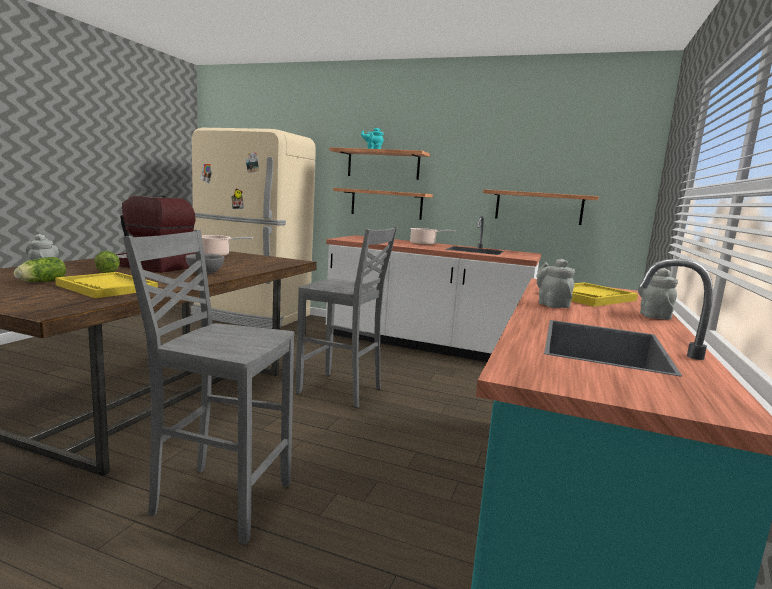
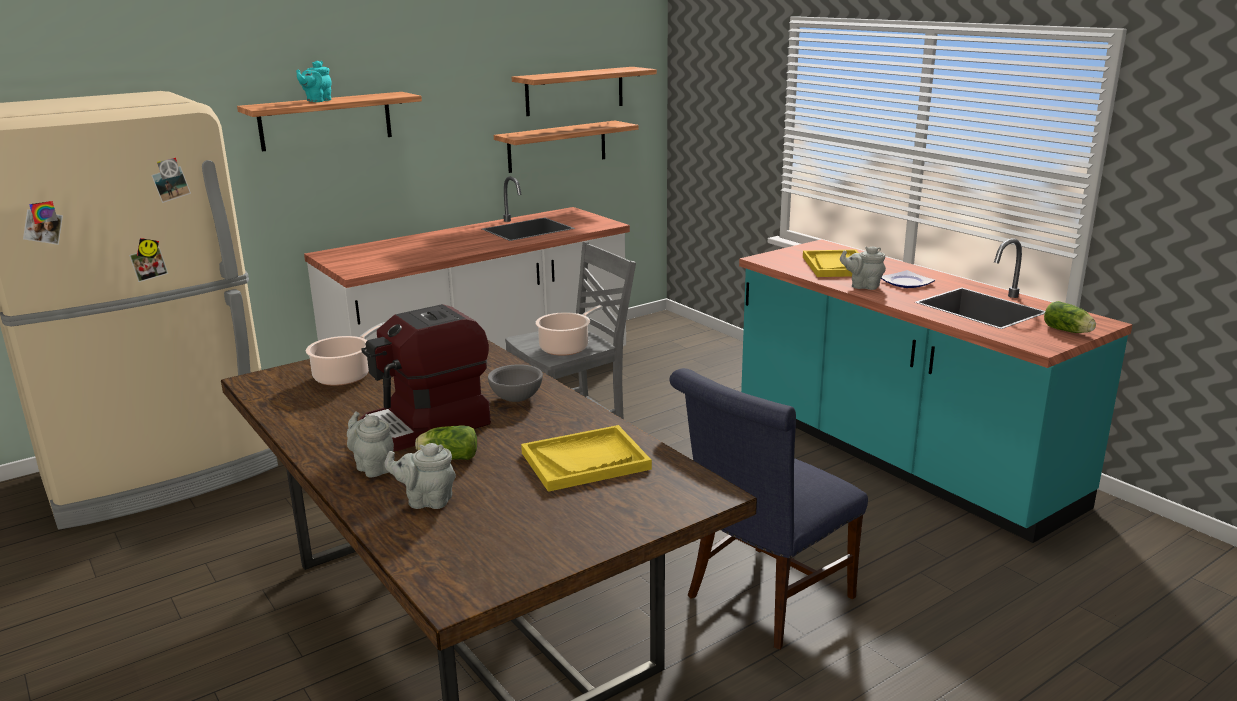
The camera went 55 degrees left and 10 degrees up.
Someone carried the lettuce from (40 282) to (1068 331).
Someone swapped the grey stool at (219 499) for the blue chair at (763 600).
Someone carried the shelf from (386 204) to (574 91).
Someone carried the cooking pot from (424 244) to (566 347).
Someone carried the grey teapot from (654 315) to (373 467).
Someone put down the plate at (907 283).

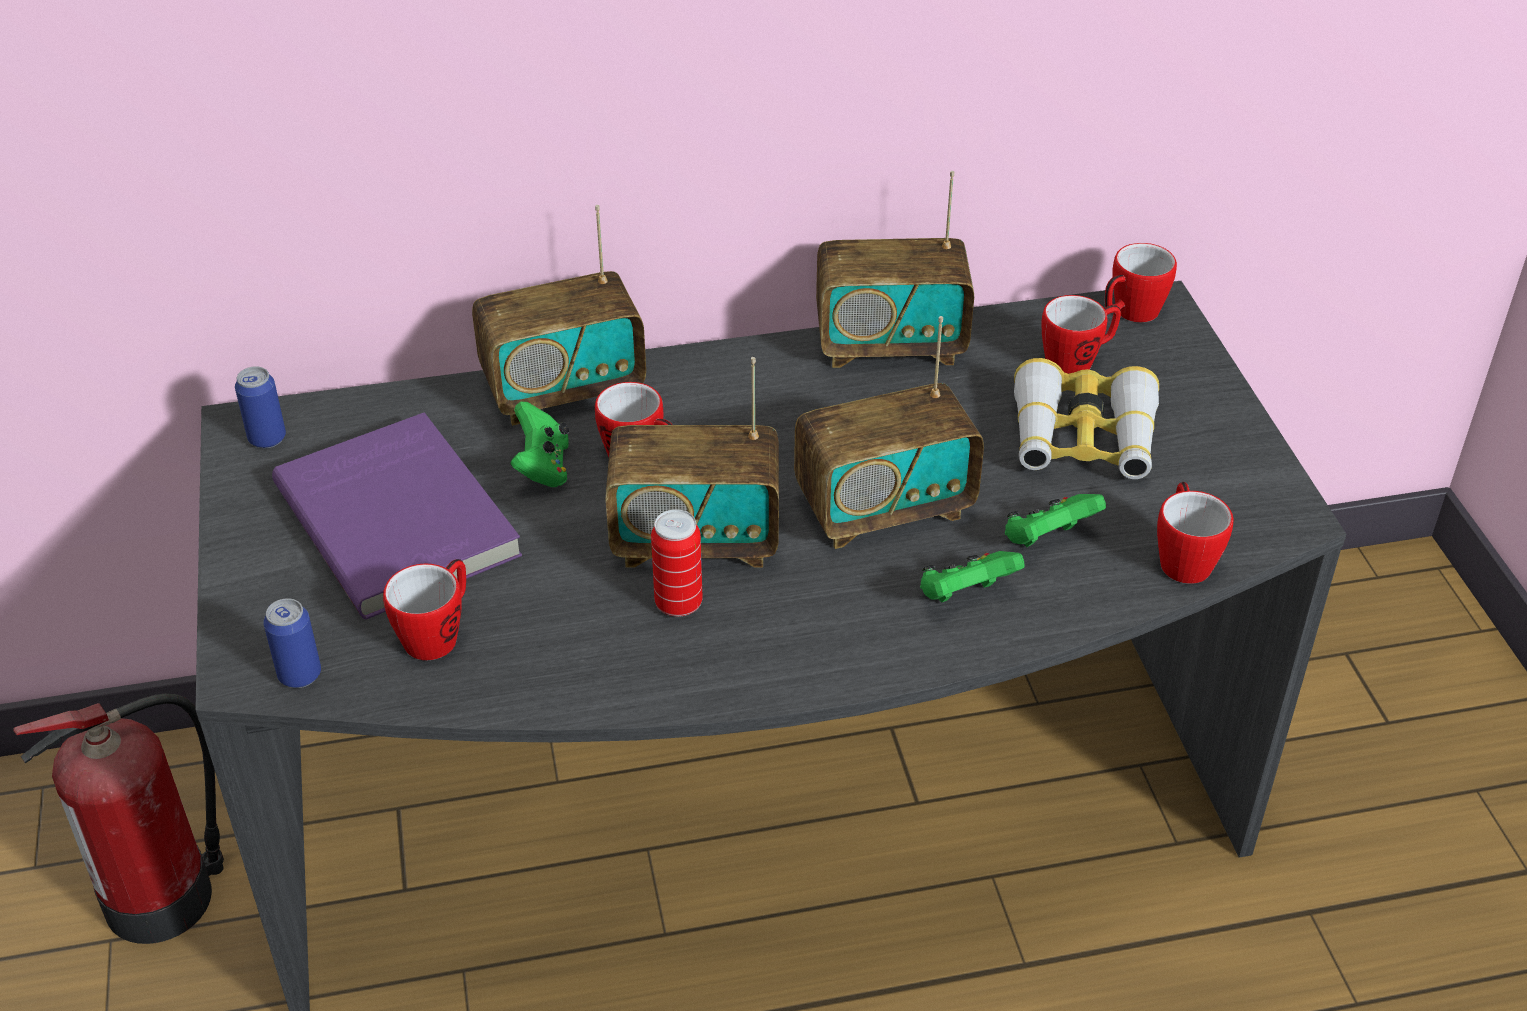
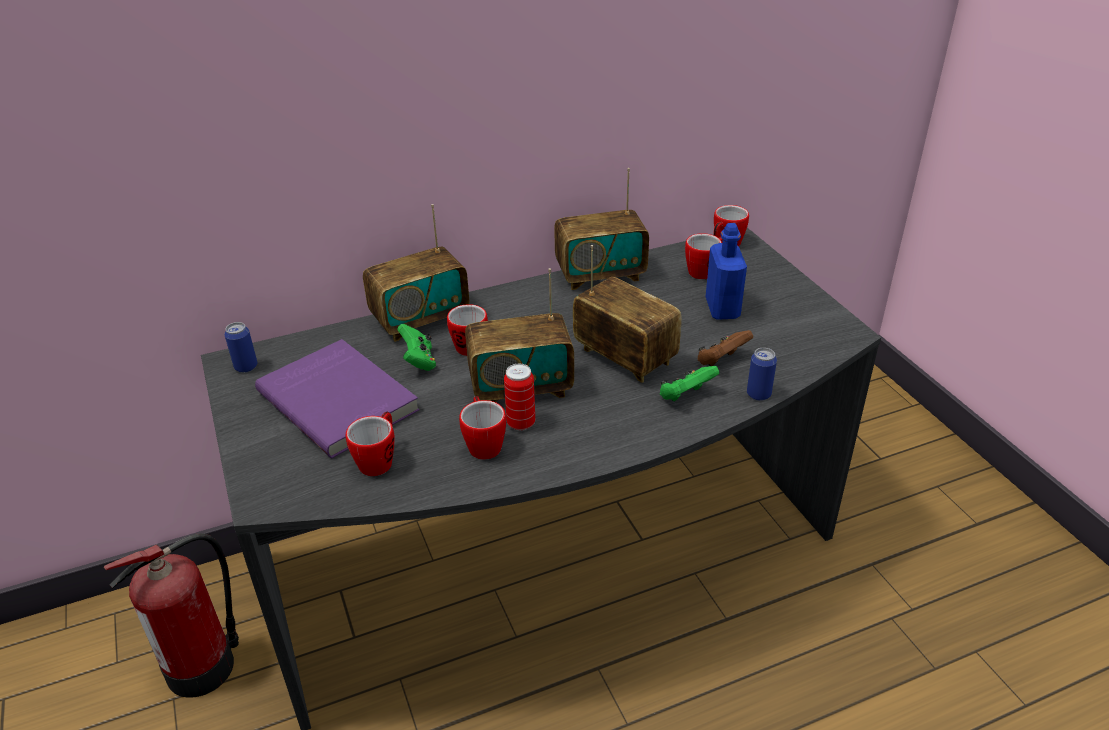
The camera went 10 degrees left and 5 degrees down.
Someone carried the can from (300 675) to (758 394).
Someone rotated the radio at (884 509) by 105 degrees counterclockwise.
Someone repainted the green game controller at (1048 539), which became the brown game controller at (721 361).
Someone swapped the binoculars at (1082 439) for the blue bottle at (722 308).
Someone carried the mug from (1182 558) to (483 444).

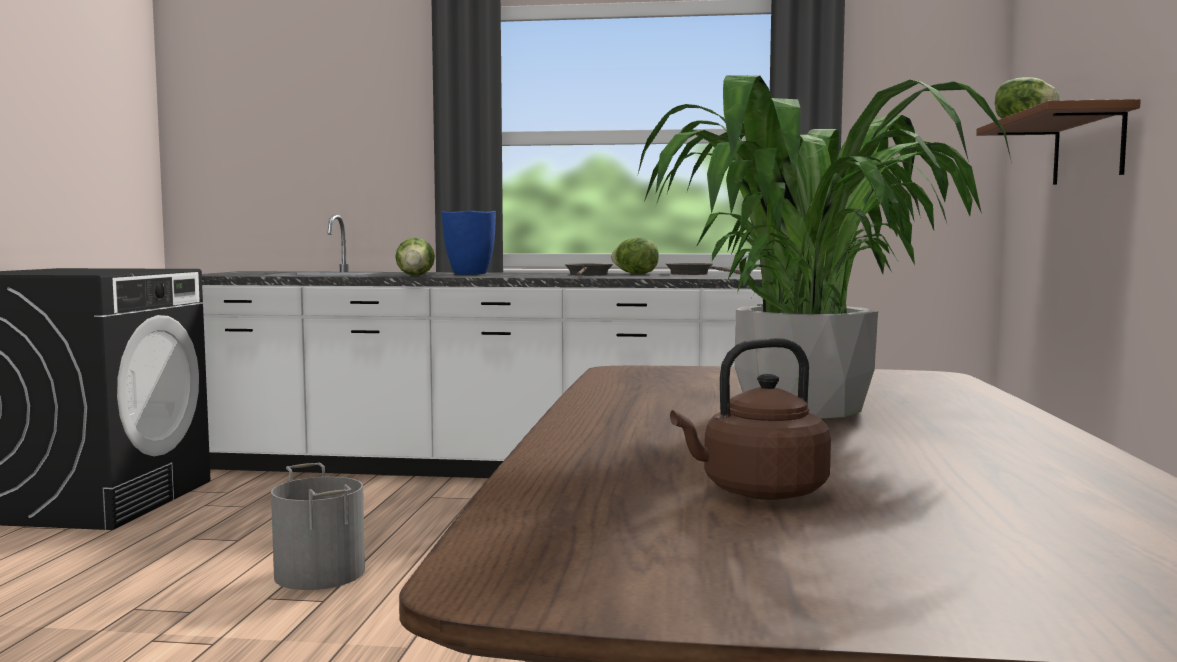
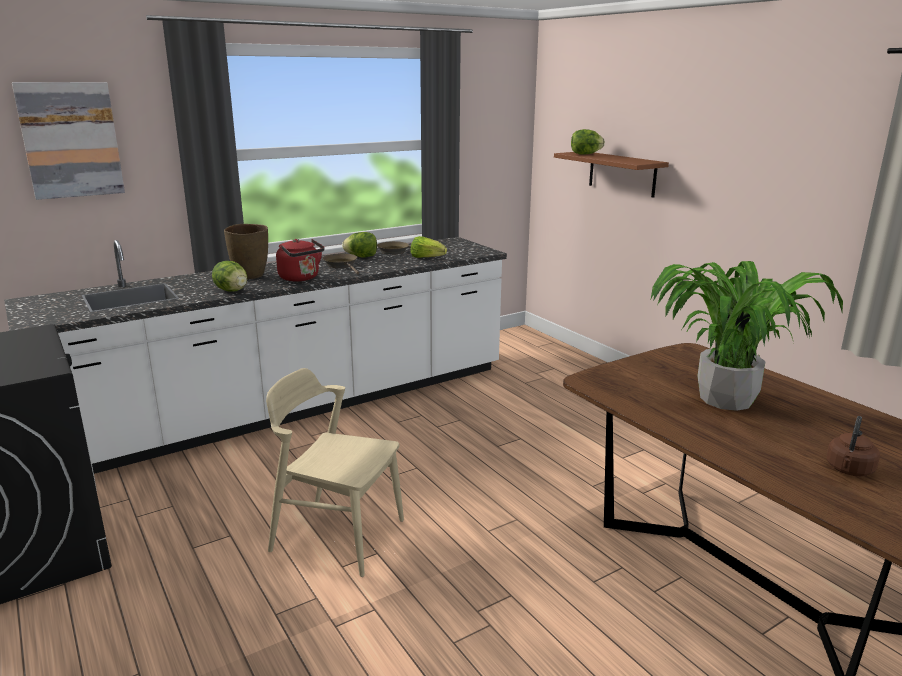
The camera went 40 degrees left and 15 degrees up.
Someone swapped the grey bucket at (321 573) for the beige chair at (337 535).
Someone repainted the blue vase at (470 274), which became the brown vase at (250 276).
Someone put up the picture at (71 140).
Someone put down the red kettle at (301 278).
Someone put down the lettuce at (426 258).

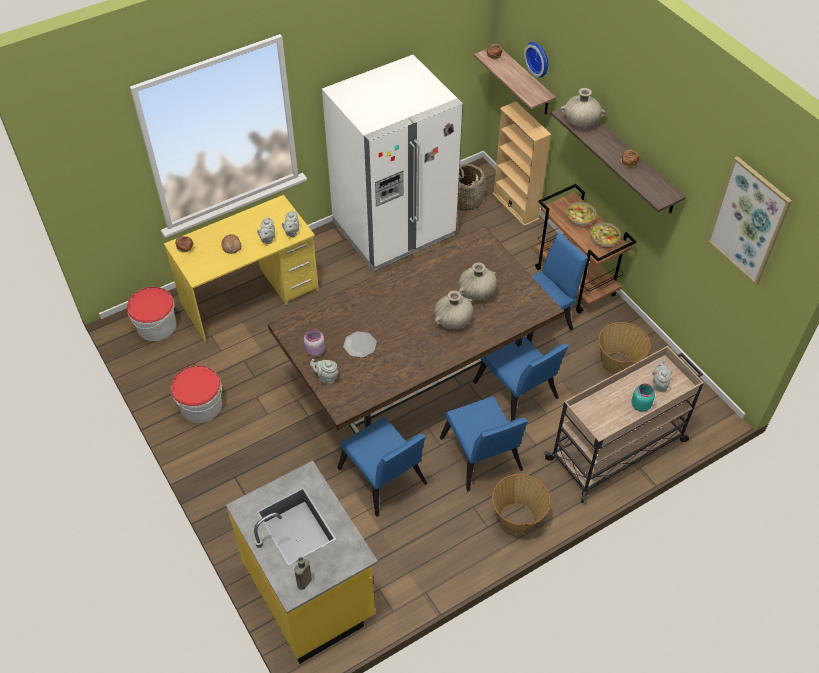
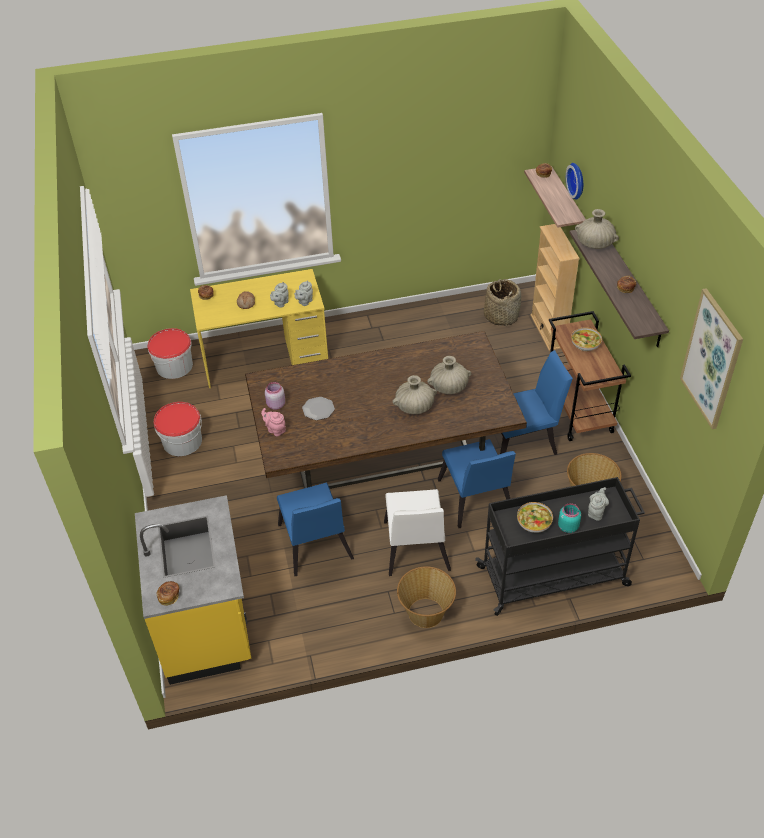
The camera went 20 degrees right and 5 degrees down.
Someone swapped the brown bottle at (303 583) for the bread at (169 596).
Someone repainted the grey teapot at (326 377), which became the pink teapot at (275 430).
Someone took away the white fridge at (394 229).
Someone repainted the blue chair at (482 459), which became the white chair at (415 550).
Someone repainted the beige cart at (618 449), which became the black cart at (554 576).
Someone carried the bowl from (604 239) to (534 523).

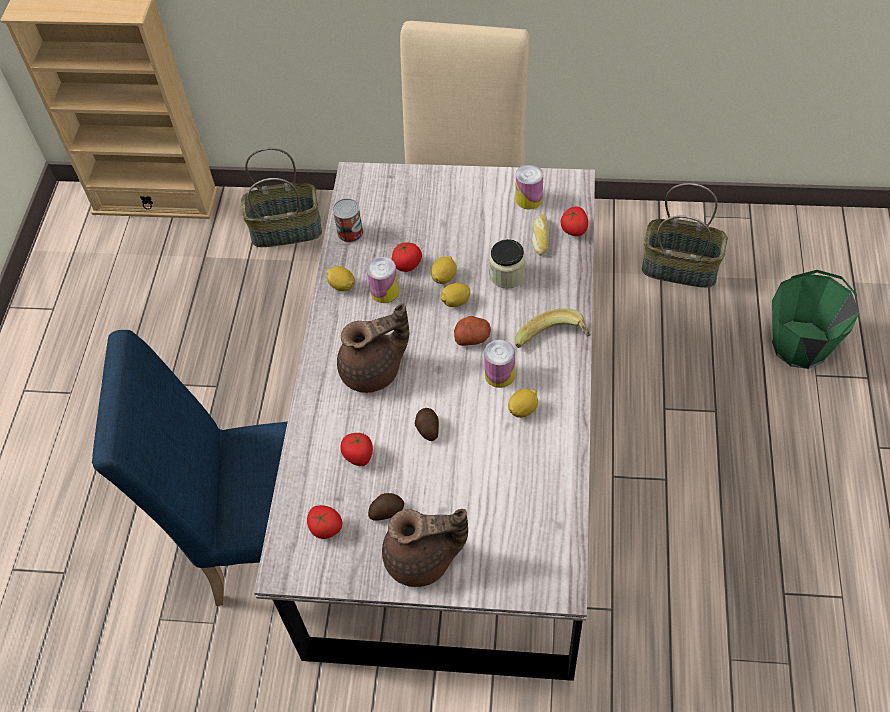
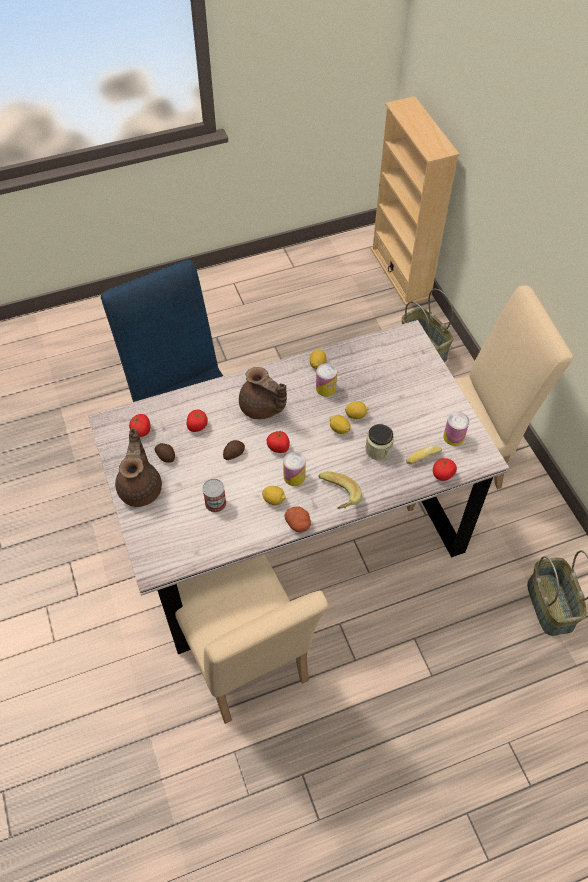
The camera went 60 degrees right and 0 degrees up.
Someone carried the can from (350 232) to (215 503).
Someone rotated the brown teapot at (422 559) by 150 degrees counterclockwise.
Someone carried the tomato from (407 264) to (279 447).
Someone carried the potato from (472 337) to (298 523).
Someone took away the green bucket at (801 345).
Someone put down the beige chair at (246 663).

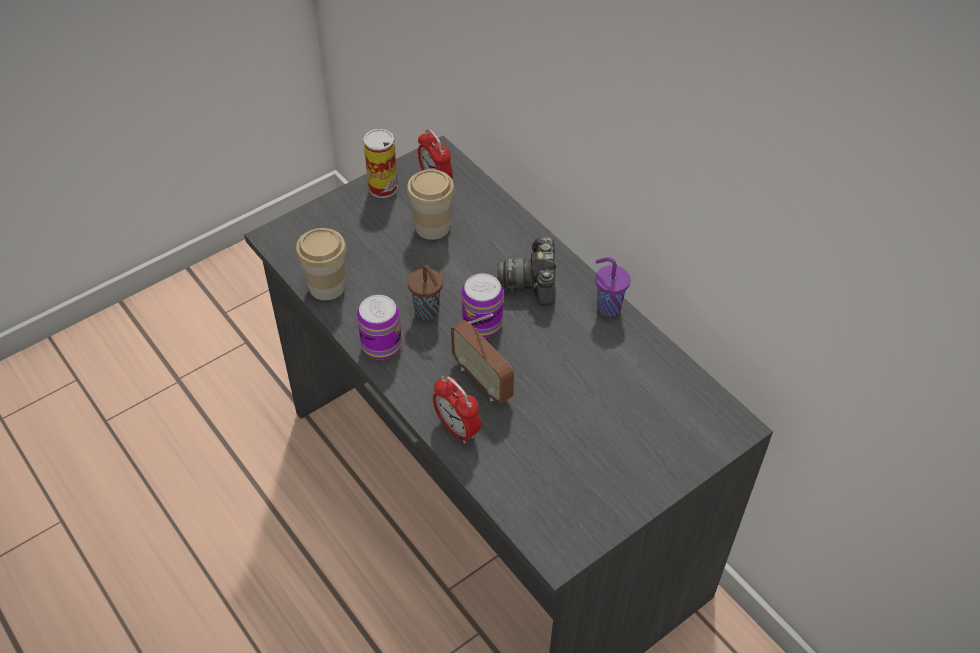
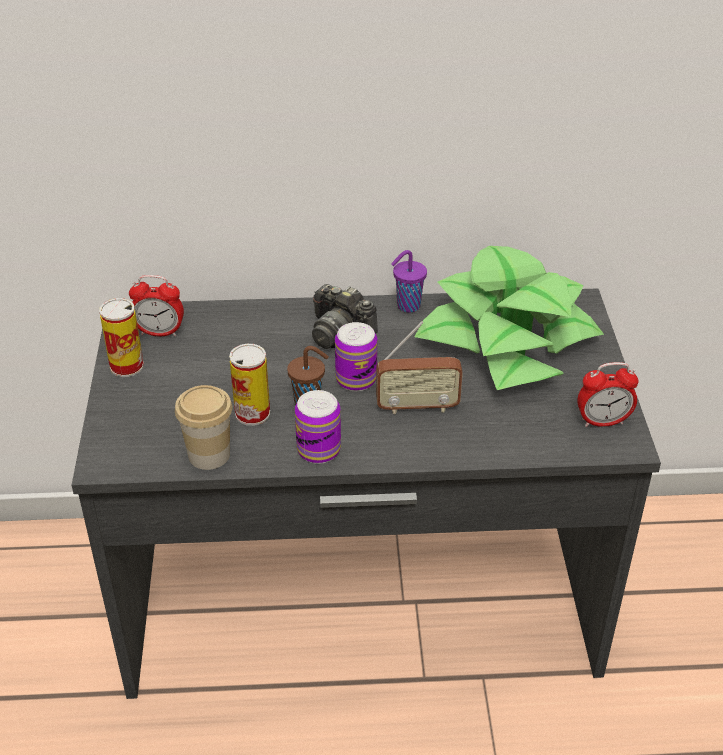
The camera went 55 degrees left and 10 degrees down.
Someone took away the cup at (432 227).
Someone carried the alarm clock from (457 429) to (602 422).
Someone put down the can at (252 413).
Someone put down the potted plant at (507 340).

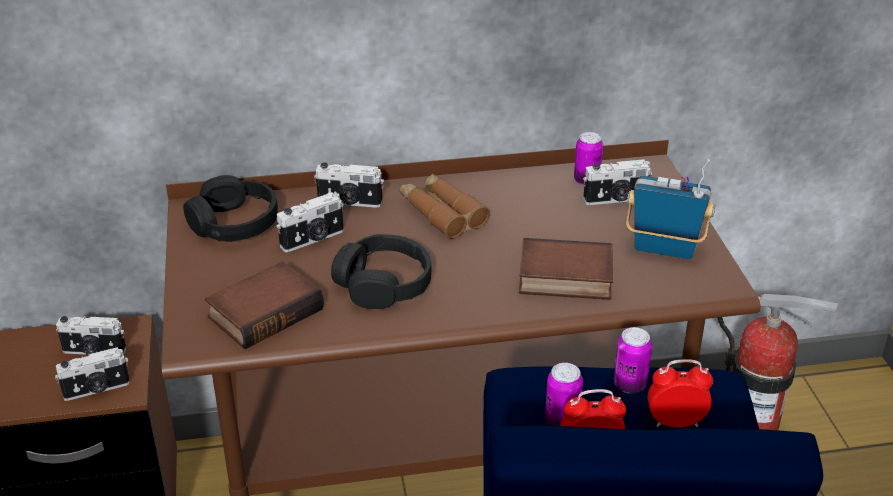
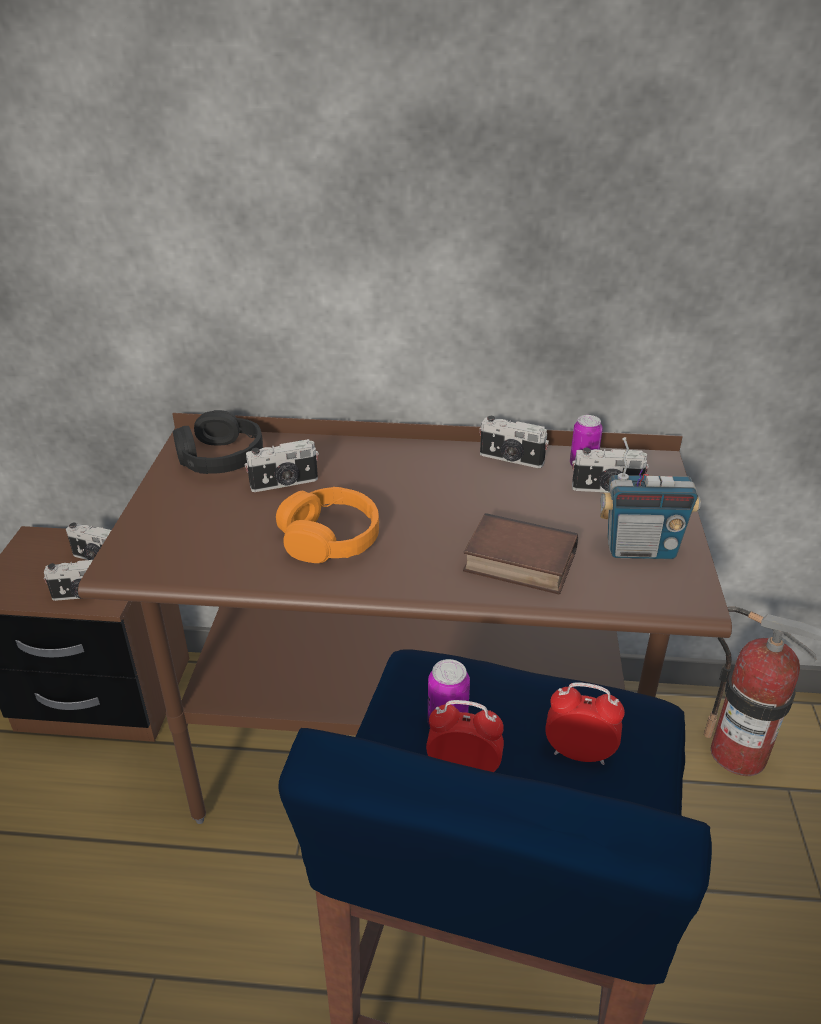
The camera went 15 degrees right and 0 degrees up.
Someone took away the book at (265 311).
Someone carried the photo camera from (349 202) to (511 459).
Someone repainted the black headphones at (383 284), which became the orange headphones at (330 538).
Someone took away the brown binoculars at (442 213).
Someone took away the can at (629 385).
Someone rotated the radio at (664 249) by 150 degrees clockwise.

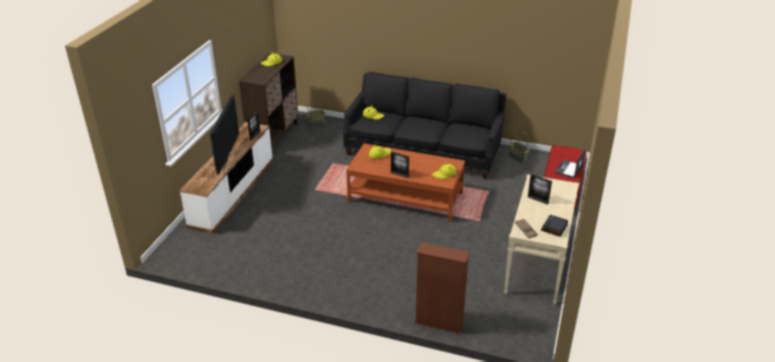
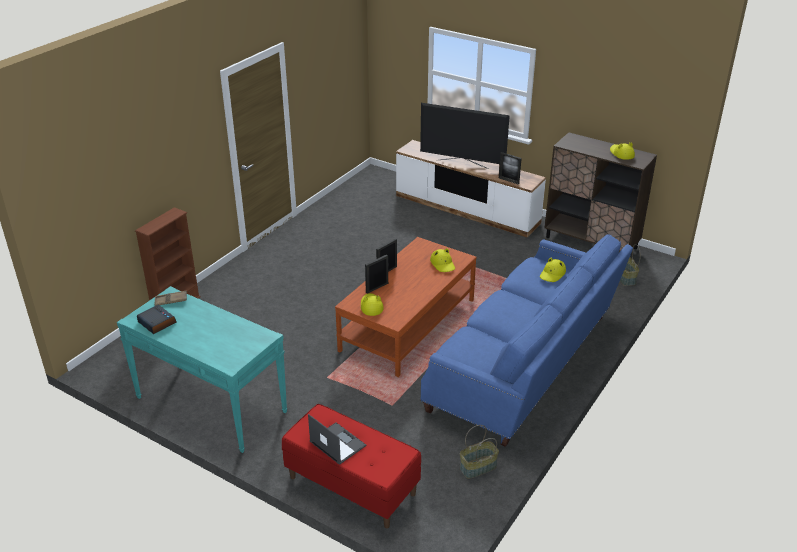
The camera went 105 degrees right and 0 degrees up.
Someone repainted the black sofa at (423 150), which became the blue sofa at (525 364).
Someone repainted the beige console table at (537 265), which became the turquoise console table at (210 404).
Someone carried the picture frame from (538 200) to (377 287).

